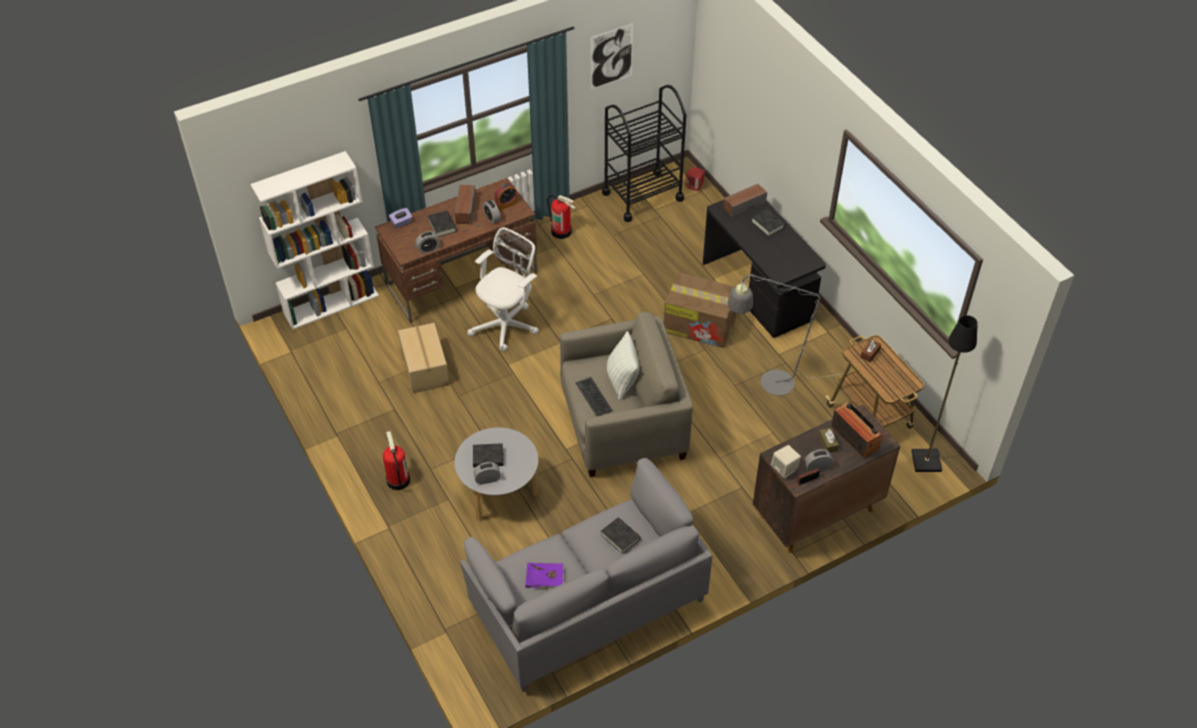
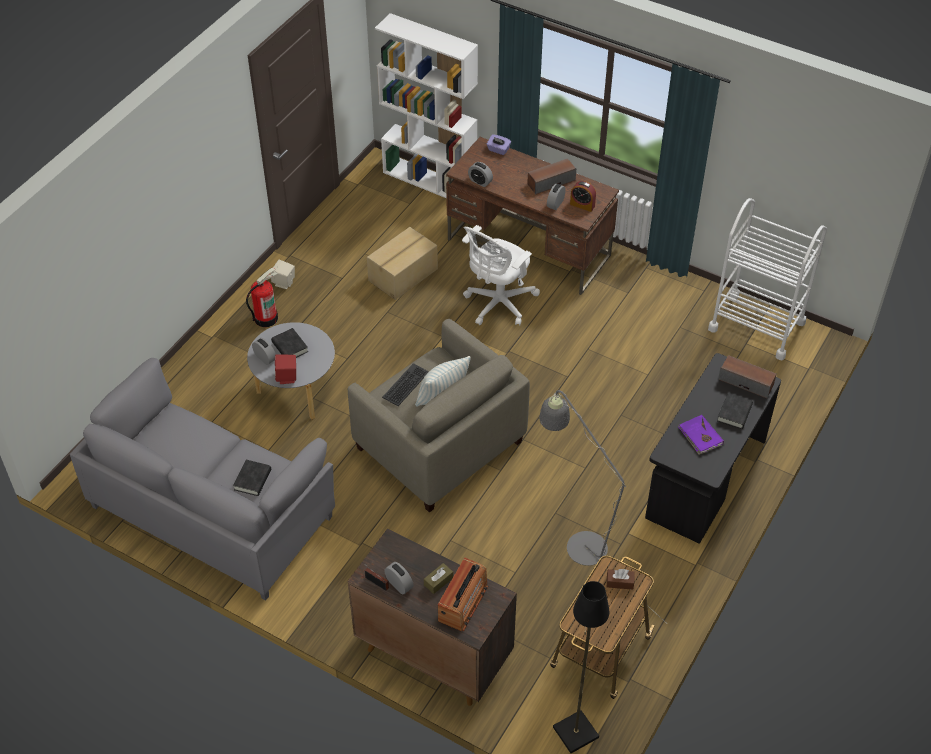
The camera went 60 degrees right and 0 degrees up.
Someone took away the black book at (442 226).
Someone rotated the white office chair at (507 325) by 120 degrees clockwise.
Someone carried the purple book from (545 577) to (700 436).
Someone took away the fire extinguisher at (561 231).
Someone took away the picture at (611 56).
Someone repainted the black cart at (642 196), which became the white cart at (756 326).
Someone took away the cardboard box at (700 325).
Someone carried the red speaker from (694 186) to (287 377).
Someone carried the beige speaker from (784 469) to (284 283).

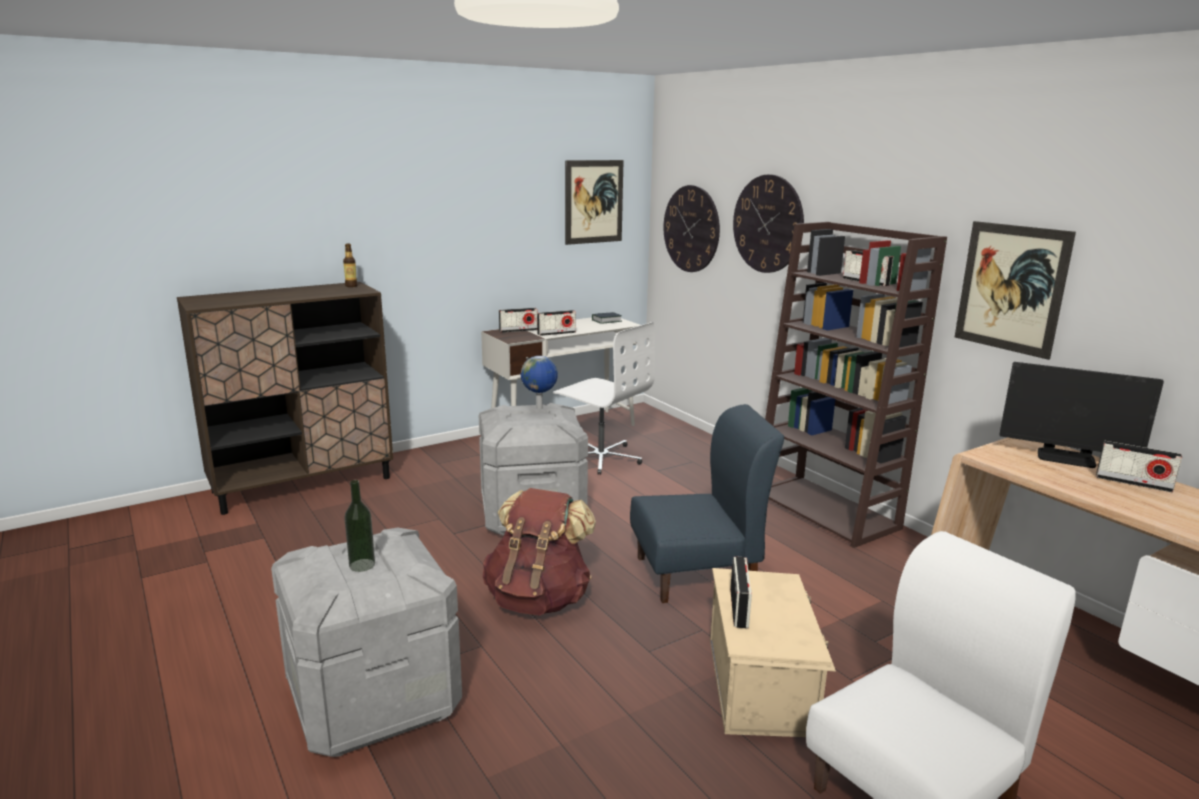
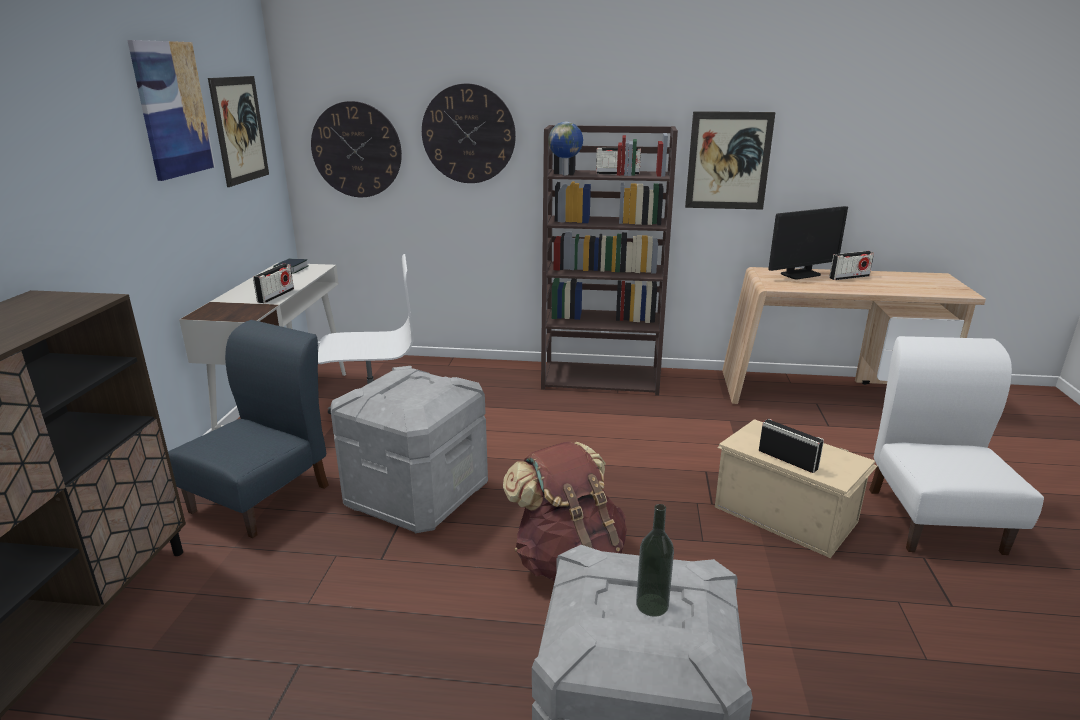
The camera went 50 degrees left and 5 degrees up.
Someone took away the bottle at (351 286).
Someone took away the radio at (518 330).
Someone carried the globe from (540 408) to (566 174).
Someone carried the blue chair from (697 575) to (262 498).
Someone put up the picture at (172 109).

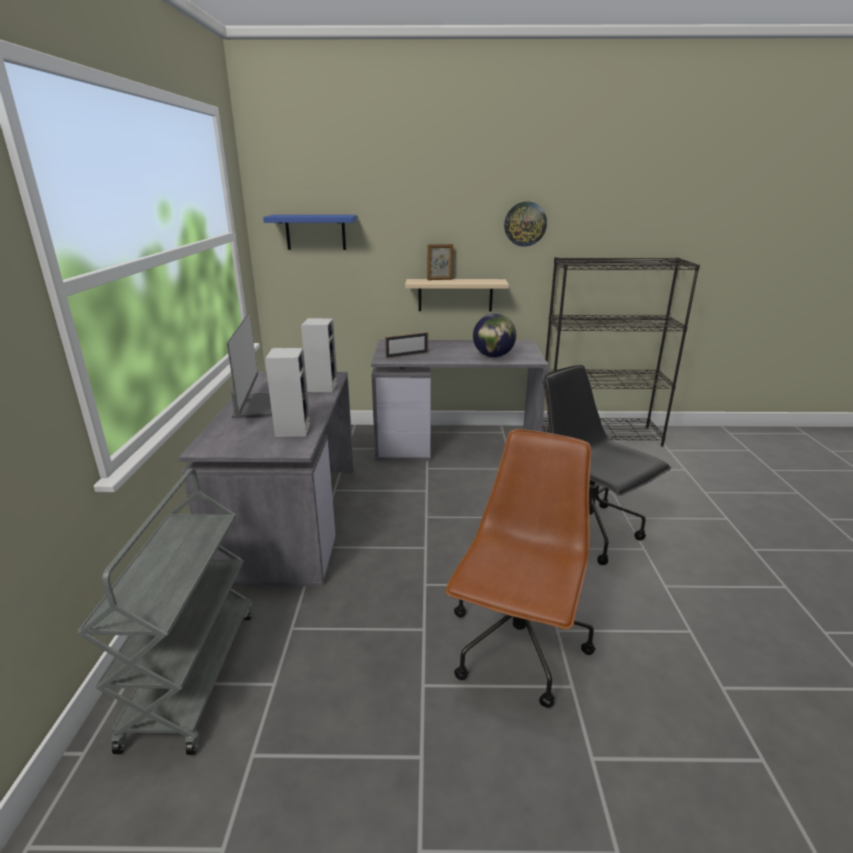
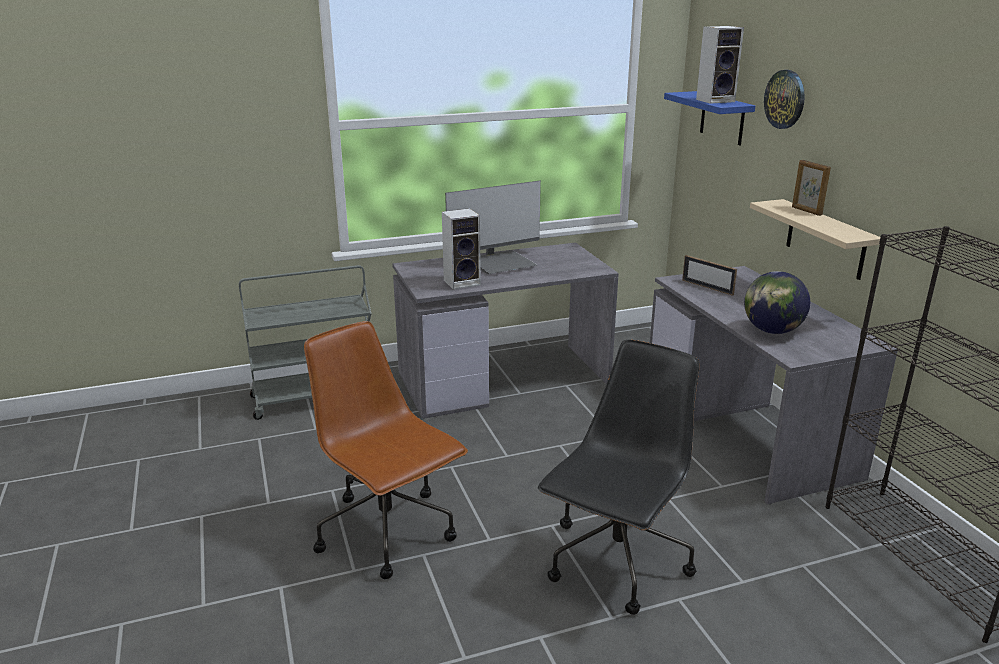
The camera went 70 degrees right and 0 degrees up.
Someone carried the speaker from (322 386) to (716 100).
Someone rotated the brown office chair at (517 649) by 135 degrees counterclockwise.
Someone carried the wall clock from (525 224) to (785 99).

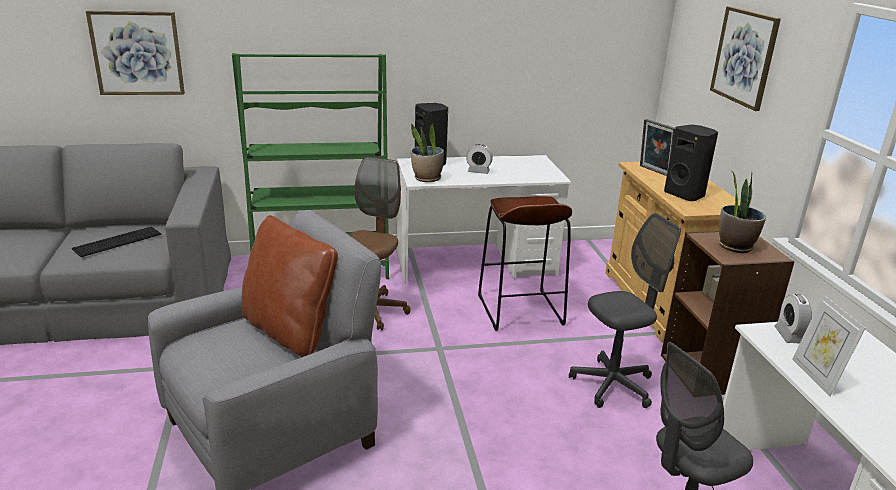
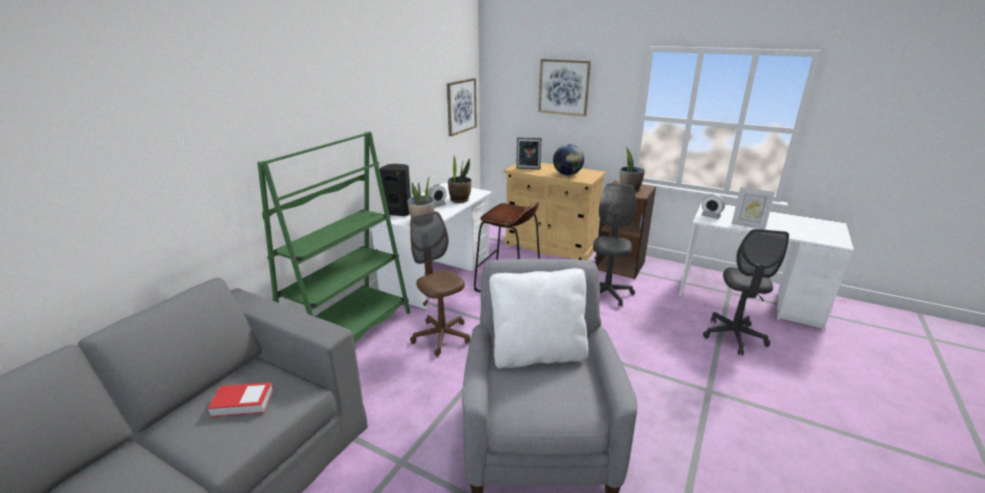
The camera went 50 degrees left and 0 degrees up.
Someone swapped the keyboard at (117 241) for the book at (242 403).
Someone carried the picture from (137 53) to (461 106).
Someone repainted the brown pillow at (290 331), which became the white pillow at (538 355).
Someone swapped the black speaker at (685 195) for the globe at (567 174).
Someone put down the potted plant at (460 200).

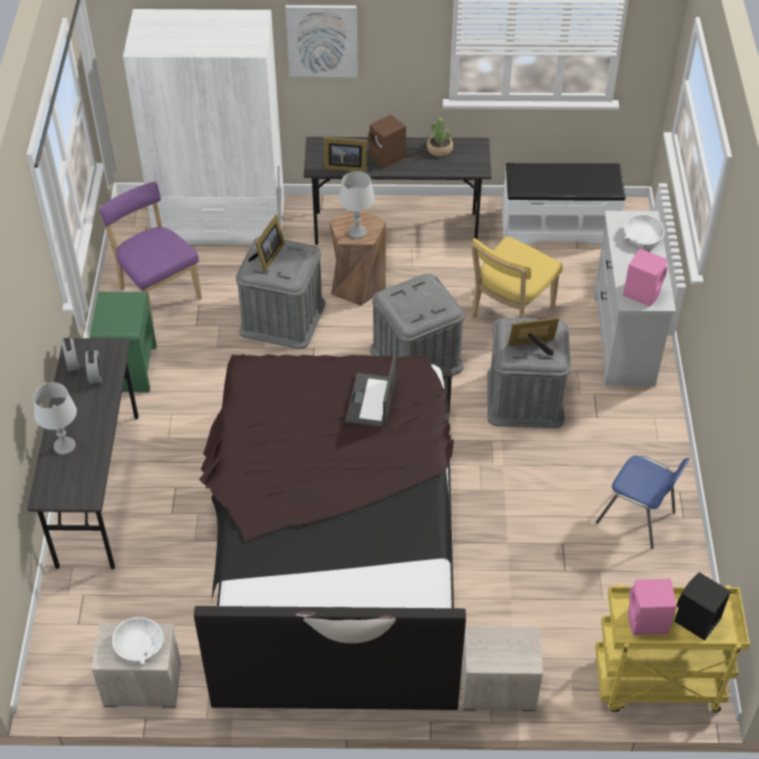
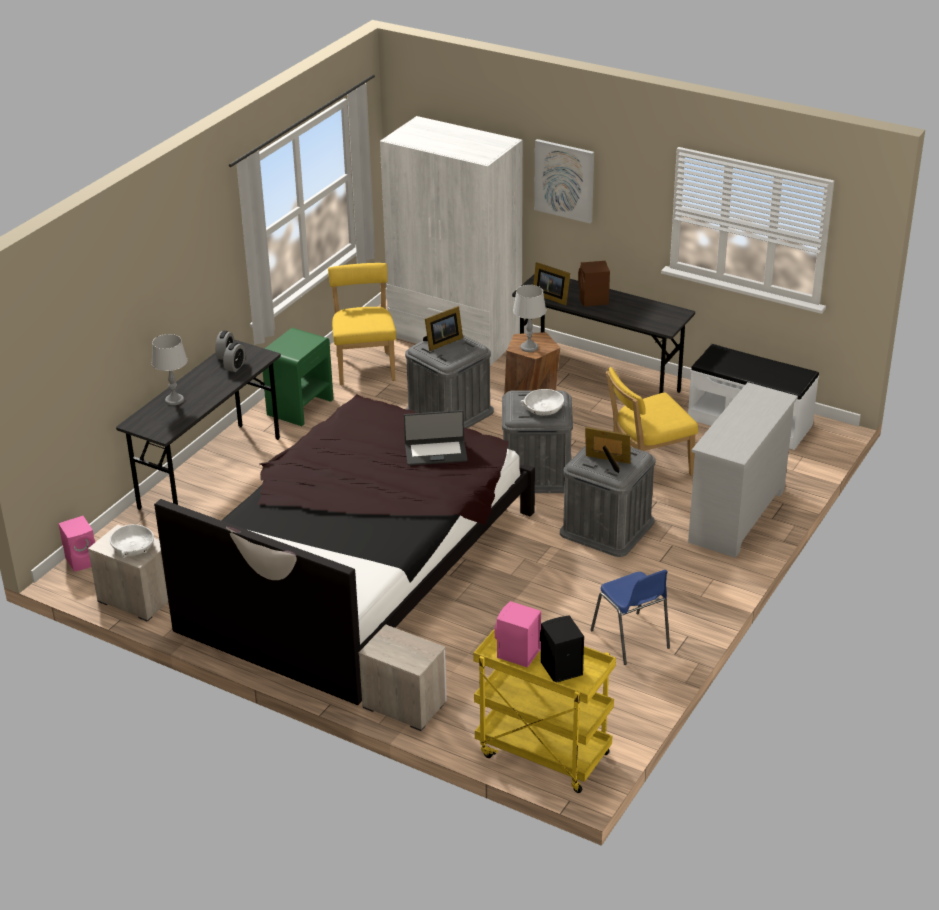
The camera went 30 degrees right and 15 degrees down.
Someone repainted the purple chair at (158 292), which became the yellow chair at (365 366).
Someone rotated the laptop at (372 400) by 135 degrees counterclockwise.
Someone took away the potted plant at (439 149).
Someone carried the pink speaker from (642 292) to (83 560).
Someone carried the white bowl from (642 237) to (543 408).

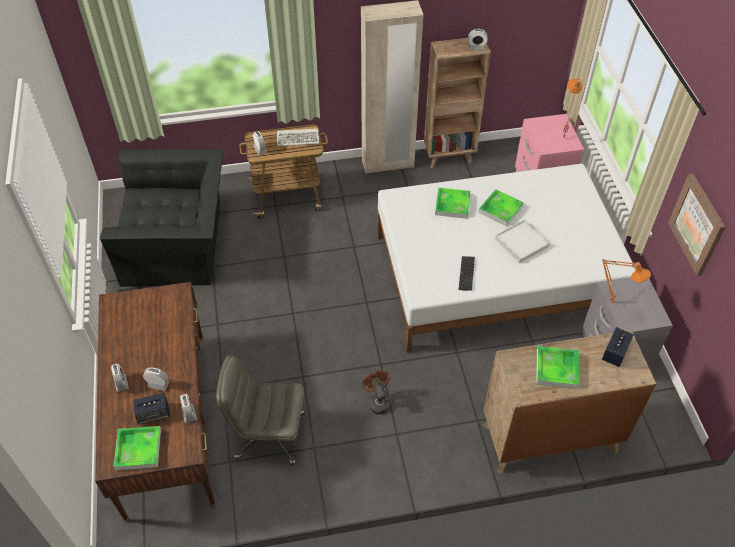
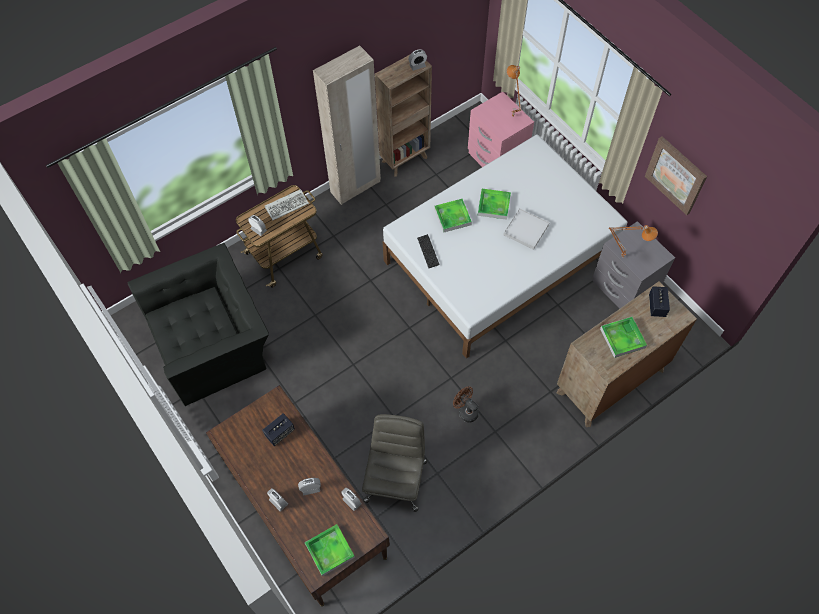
The camera went 25 degrees left and 10 degrees up.
Someone carried the speaker from (153 414) to (280 433).
Someone rotated the grey office chair at (269 435) by 120 degrees clockwise.
Someone carried the keyboard from (466 274) to (428 251).

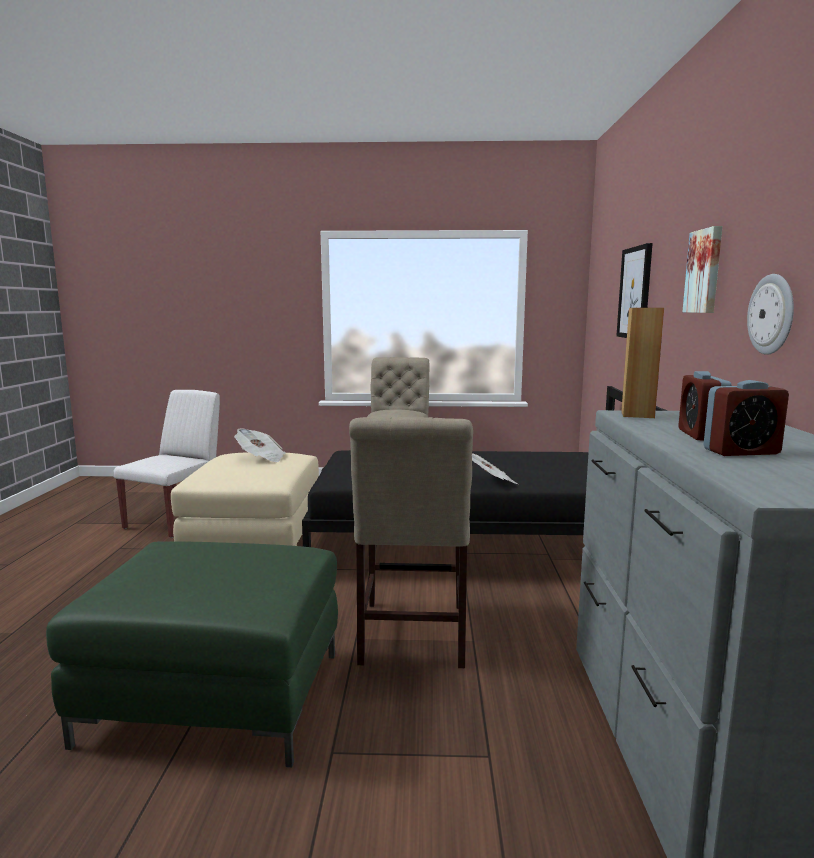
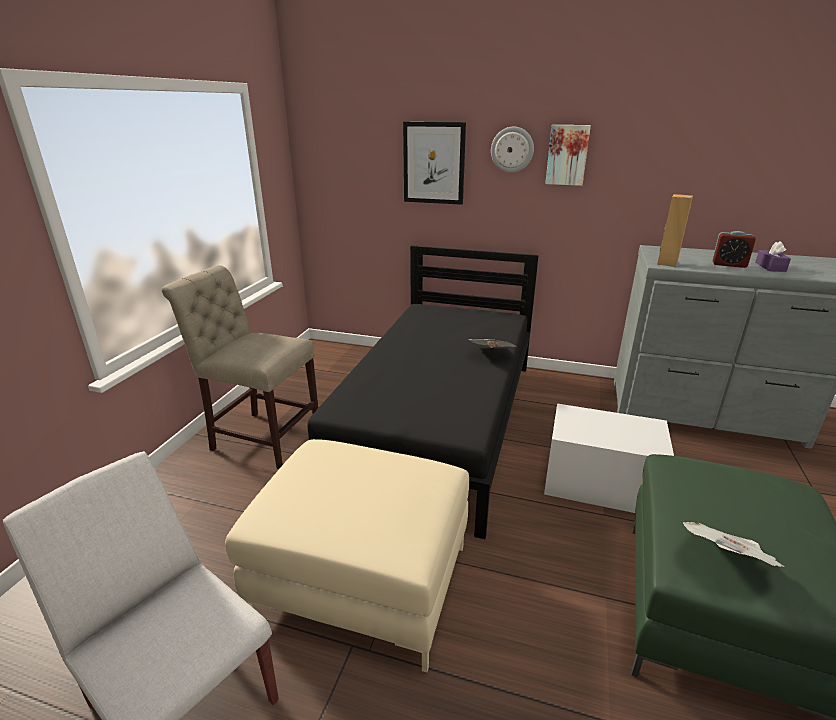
The camera went 75 degrees left and 15 degrees up.
Someone carried the newspaper from (261 458) to (726 560).
Someone swapped the beige chair at (411 638) for the white storage box at (600 484).
Someone swapped the alarm clock at (741 452) for the purple tissue box at (770 267).
Someone carried the wall clock from (772 314) to (512 149).

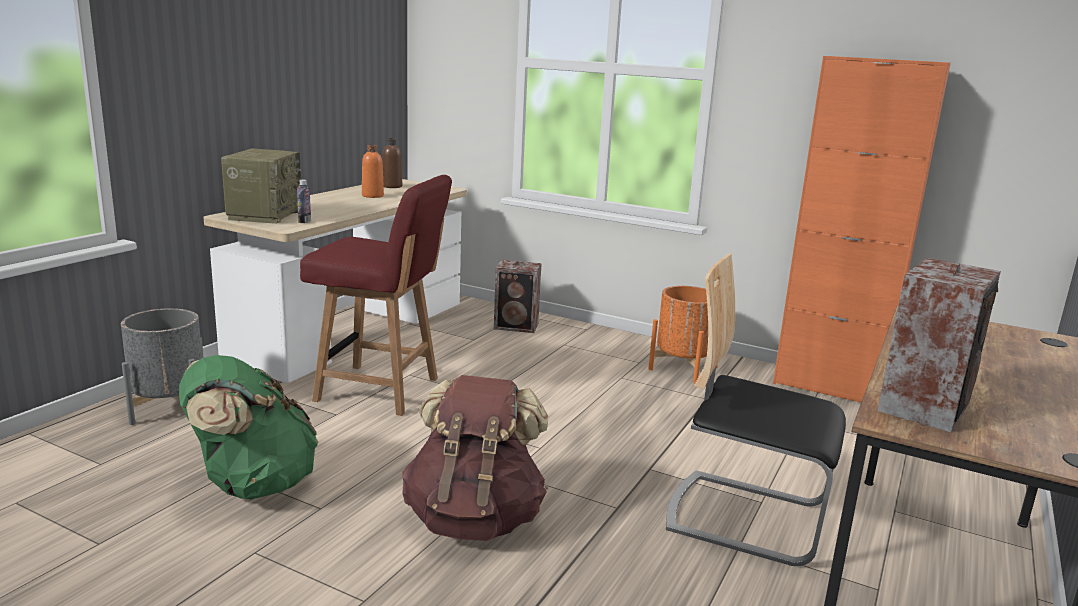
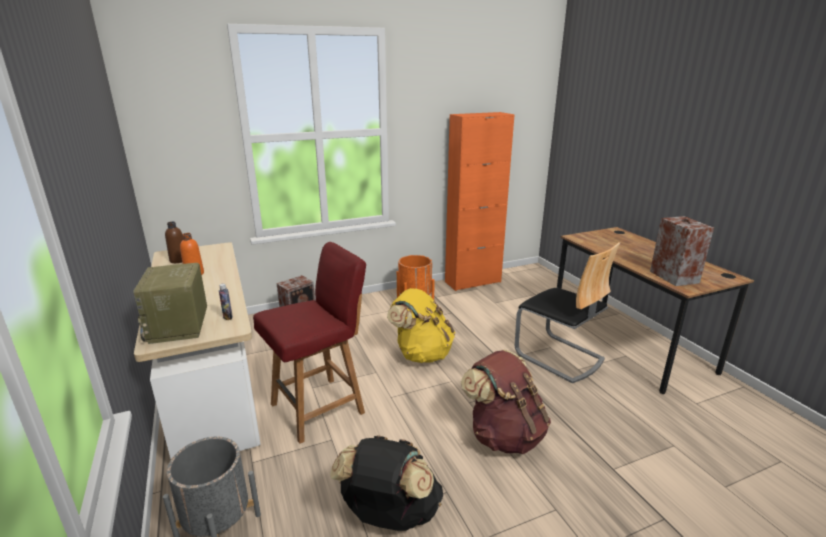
The camera went 50 degrees left and 5 degrees up.
Someone repainted the green backpack at (252 484), which became the black backpack at (389 515).
Someone rotated the radio at (265 215) by 150 degrees counterclockwise.
Someone rotated the chair at (746 516) by 105 degrees counterclockwise.
Someone put down the yellow backpack at (421 354).

